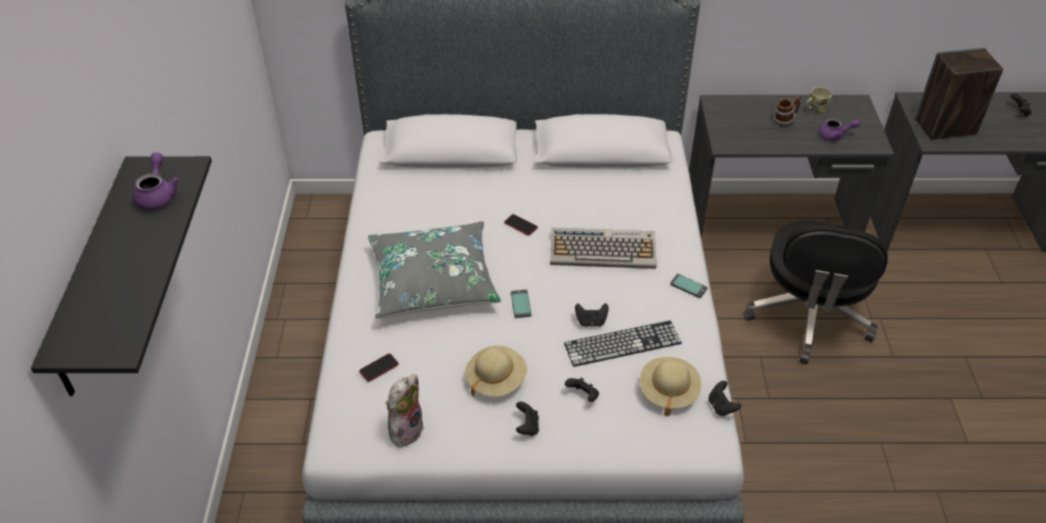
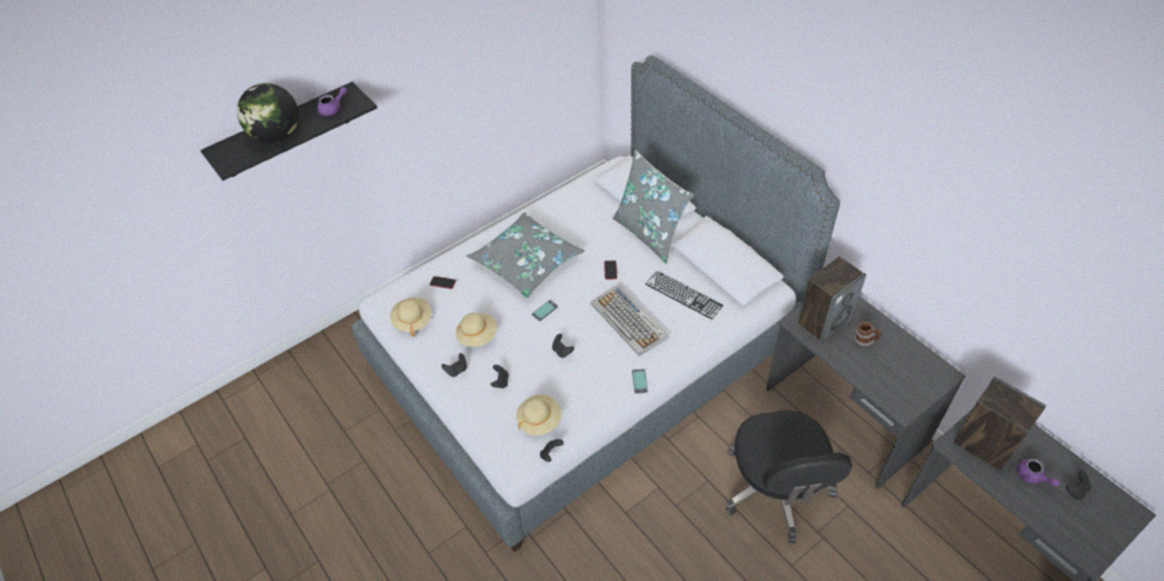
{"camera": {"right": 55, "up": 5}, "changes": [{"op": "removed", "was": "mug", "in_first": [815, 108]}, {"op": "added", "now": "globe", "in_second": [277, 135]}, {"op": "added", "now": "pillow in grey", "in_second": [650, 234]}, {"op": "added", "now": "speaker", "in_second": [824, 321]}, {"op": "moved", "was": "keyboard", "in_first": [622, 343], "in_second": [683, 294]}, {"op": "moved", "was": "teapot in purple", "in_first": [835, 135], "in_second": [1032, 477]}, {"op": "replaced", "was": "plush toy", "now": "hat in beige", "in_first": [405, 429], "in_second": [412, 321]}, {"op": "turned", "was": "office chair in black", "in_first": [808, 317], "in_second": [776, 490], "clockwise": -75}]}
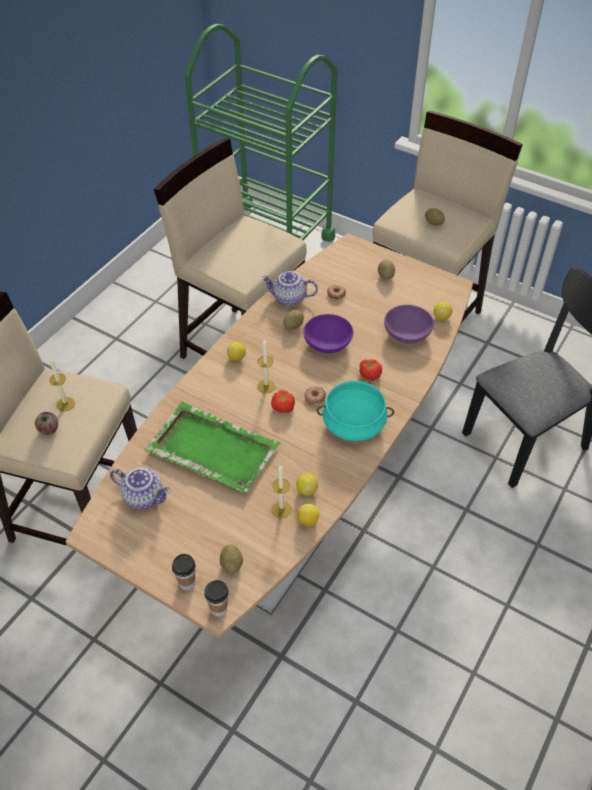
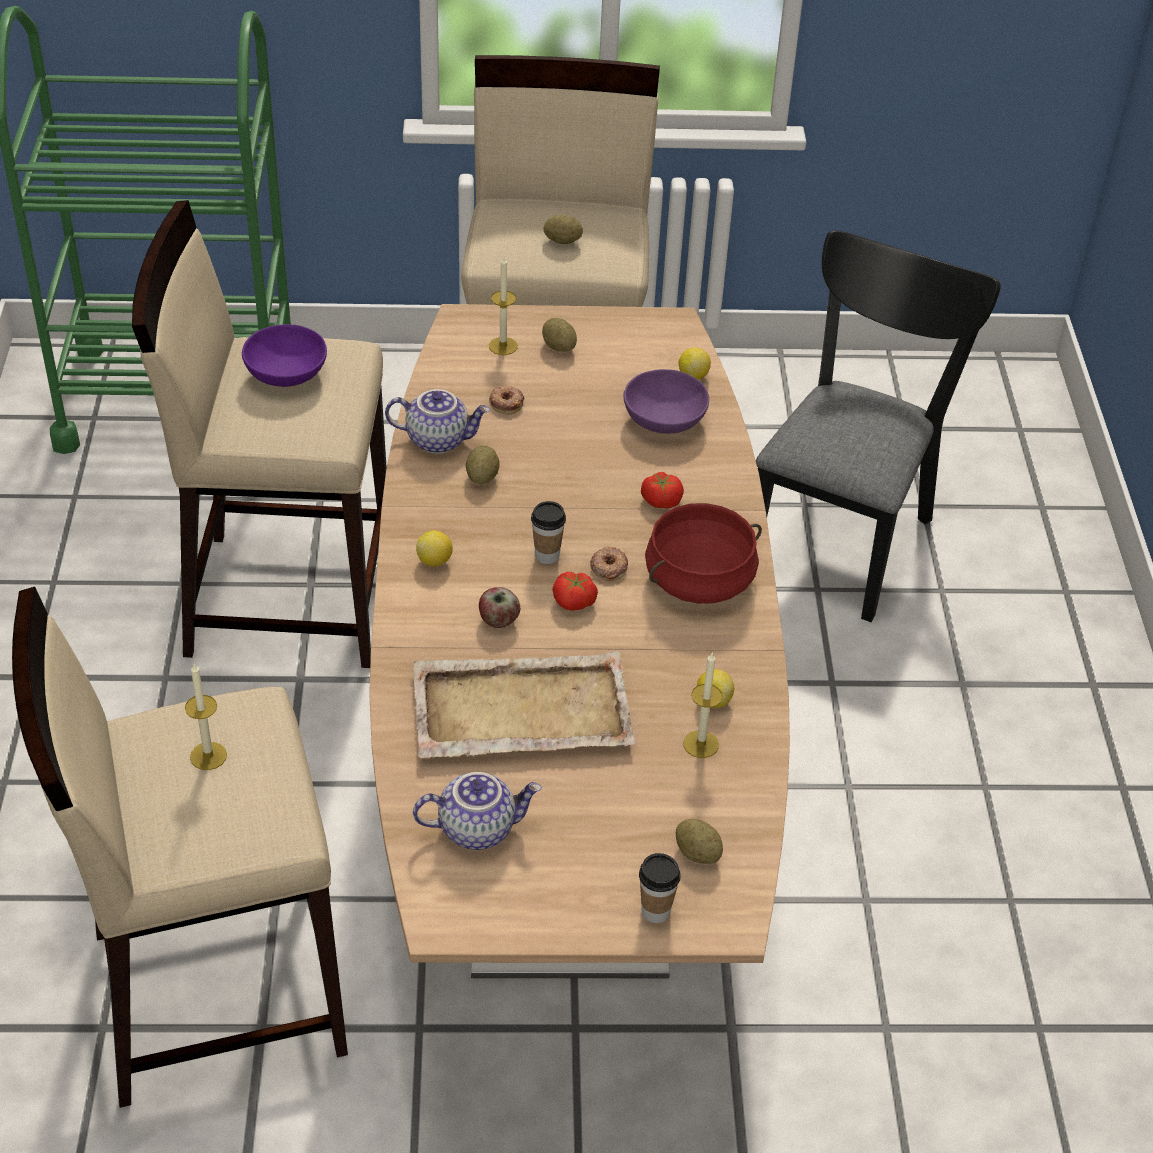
{"camera": {"right": -35, "up": -5}, "changes": [{"op": "removed", "was": "lemon", "in_first": [307, 520]}, {"op": "moved", "was": "apple", "in_first": [49, 430], "in_second": [498, 621]}, {"op": "moved", "was": "cup", "in_first": [219, 609], "in_second": [547, 555]}, {"op": "moved", "was": "candle", "in_first": [266, 386], "in_second": [503, 346]}, {"op": "moved", "was": "bowl in purple", "in_first": [328, 344], "in_second": [287, 374]}, {"op": "recoloured", "was": "tray in green", "now": "tray in beige", "in_first": [212, 449], "in_second": [519, 710]}, {"op": "recoloured", "was": "cooking pot in turquoise", "now": "cooking pot in red", "in_first": [353, 424], "in_second": [699, 580]}, {"op": "turned", "was": "teapot", "in_first": [289, 299], "in_second": [438, 439], "clockwise": -150}]}
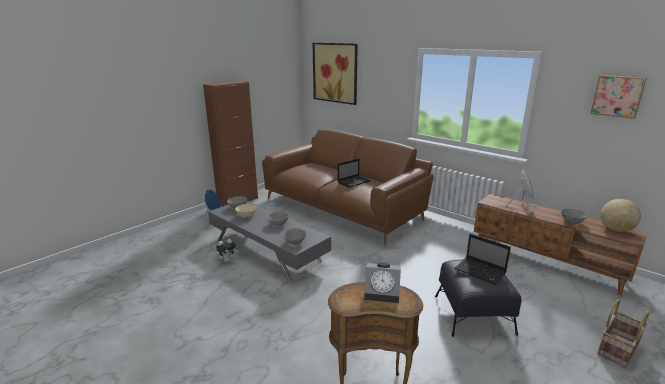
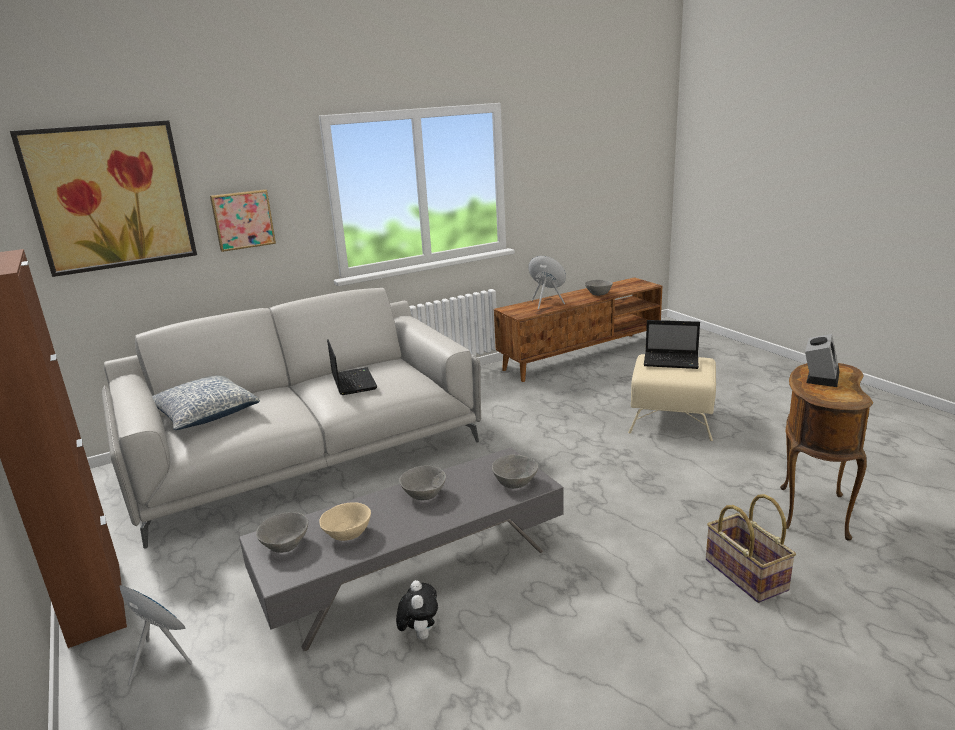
{"camera": {"right": -70, "up": 0}, "changes": [{"op": "removed", "was": "globe", "in_first": [615, 229]}, {"op": "added", "now": "pillow", "in_second": [203, 414]}, {"op": "moved", "was": "picture", "in_first": [617, 96], "in_second": [243, 219]}, {"op": "moved", "was": "basket", "in_first": [617, 348], "in_second": [744, 575]}, {"op": "recoloured", "was": "sofa in brown", "now": "sofa in grey", "in_first": [343, 208], "in_second": [308, 456]}, {"op": "recoloured", "was": "ottoman in black", "now": "ottoman in beige", "in_first": [473, 314], "in_second": [672, 419]}, {"op": "turned", "was": "laptop", "in_first": [481, 271], "in_second": [672, 361], "clockwise": 45}]}
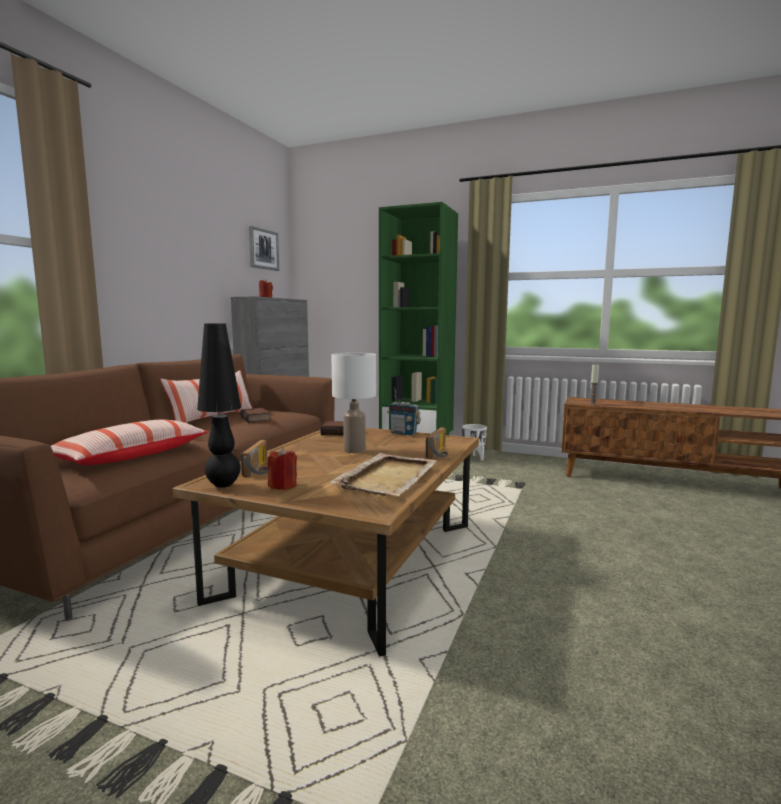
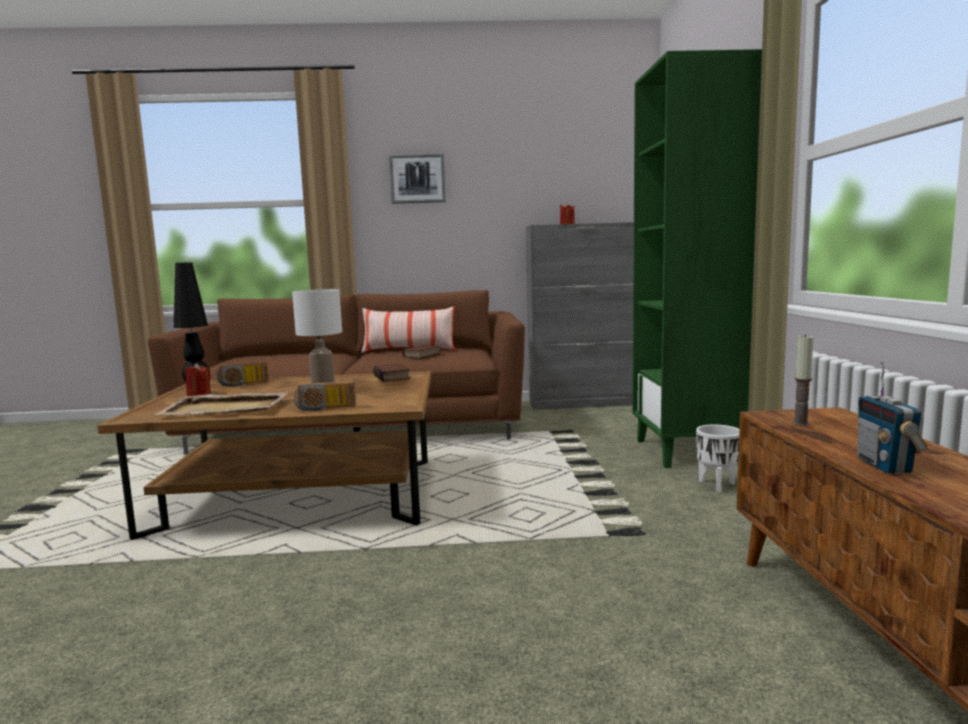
{"camera": {"right": 65, "up": 0}, "changes": [{"op": "removed", "was": "pillow", "in_first": [132, 455]}, {"op": "moved", "was": "picture", "in_first": [263, 249], "in_second": [417, 178]}, {"op": "moved", "was": "radio", "in_first": [403, 433], "in_second": [885, 466]}]}
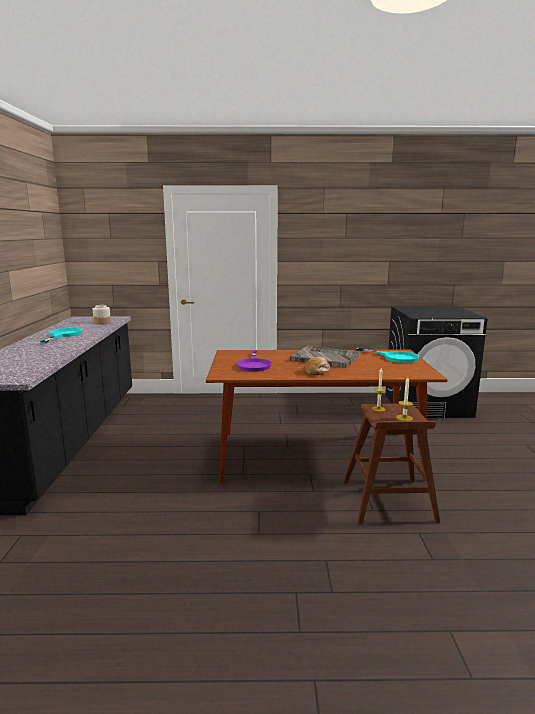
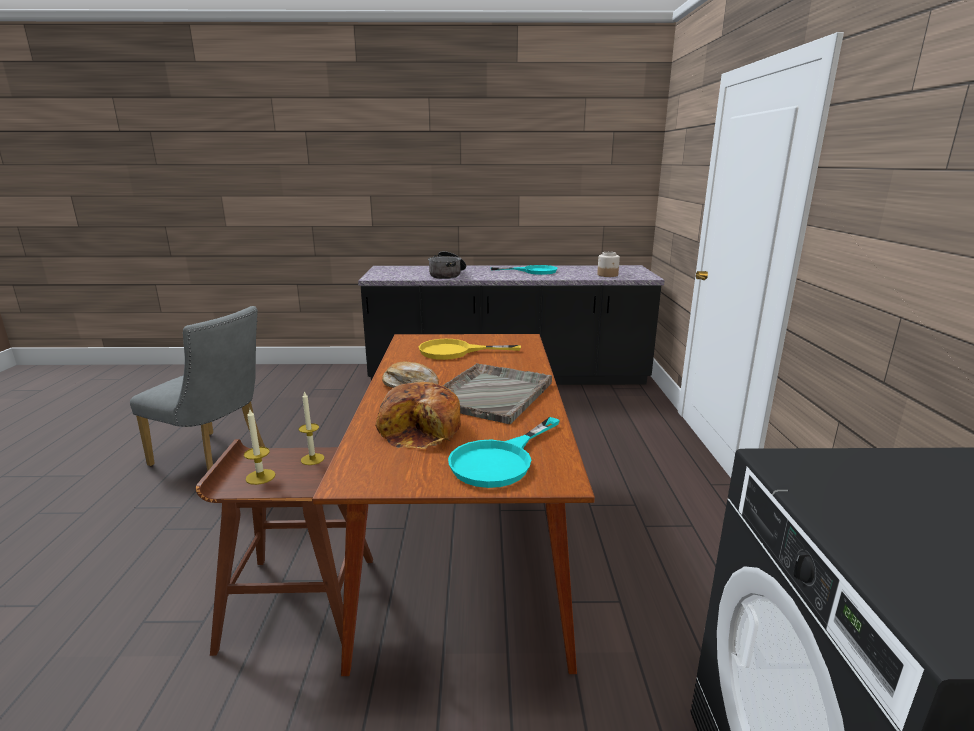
{"camera": {"right": 90, "up": 5}, "changes": [{"op": "added", "now": "chair in grey", "in_second": [215, 458]}, {"op": "added", "now": "bread", "in_second": [422, 430]}, {"op": "added", "now": "cooking pot", "in_second": [447, 274]}, {"op": "recoloured", "was": "frying pan in purple", "now": "frying pan in yellow", "in_first": [254, 364], "in_second": [455, 351]}]}
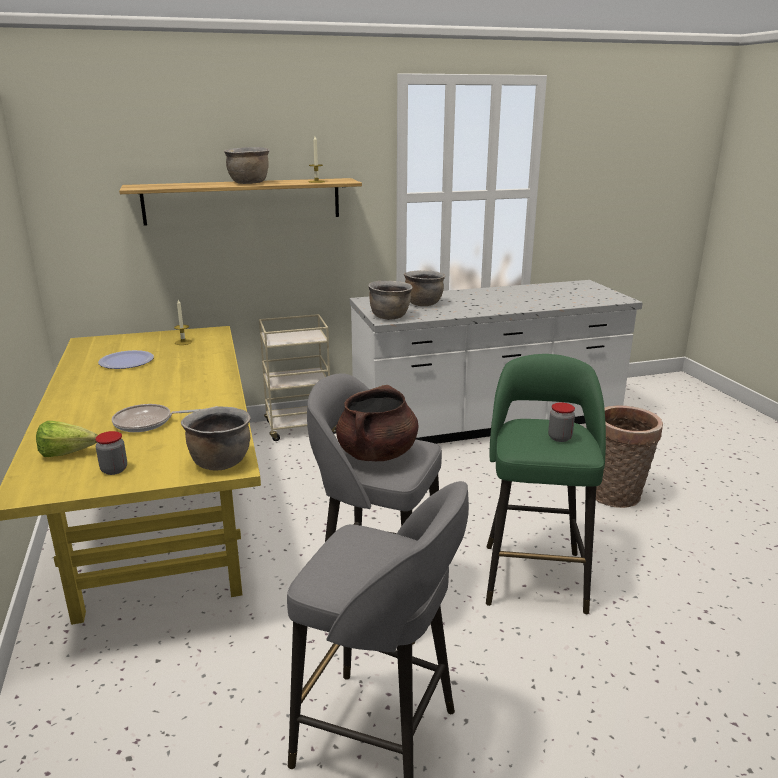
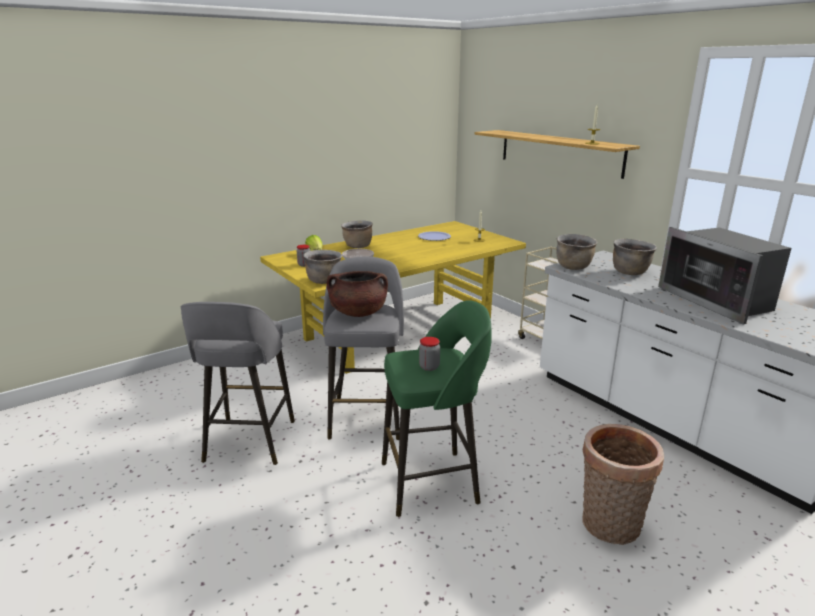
{"camera": {"right": 70, "up": 0}, "changes": [{"op": "added", "now": "microwave", "in_second": [718, 300]}, {"op": "moved", "was": "cooking pot in brown", "in_first": [249, 183], "in_second": [357, 246]}]}
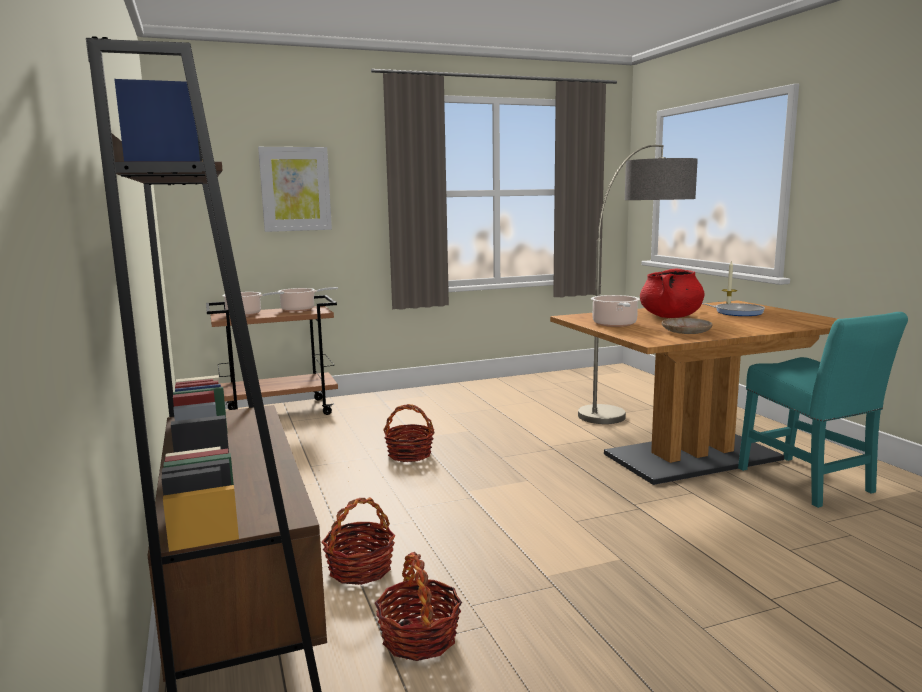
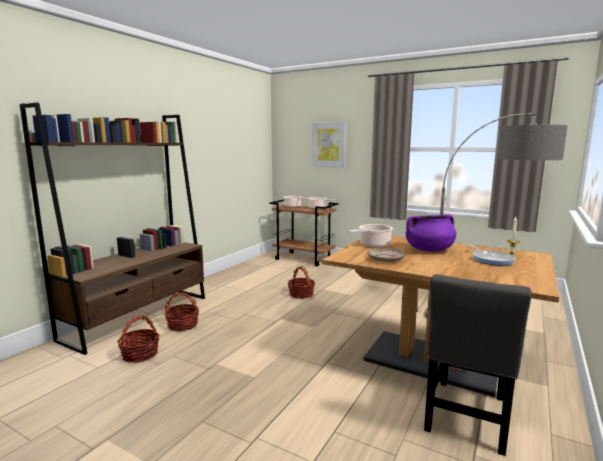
{"camera": {"right": 50, "up": 0}, "changes": [{"op": "recoloured", "was": "cooking pot in red", "now": "cooking pot in purple", "in_first": [670, 317], "in_second": [429, 250]}, {"op": "recoloured", "was": "chair in turquoise", "now": "chair in grey", "in_first": [808, 483], "in_second": [466, 417]}]}
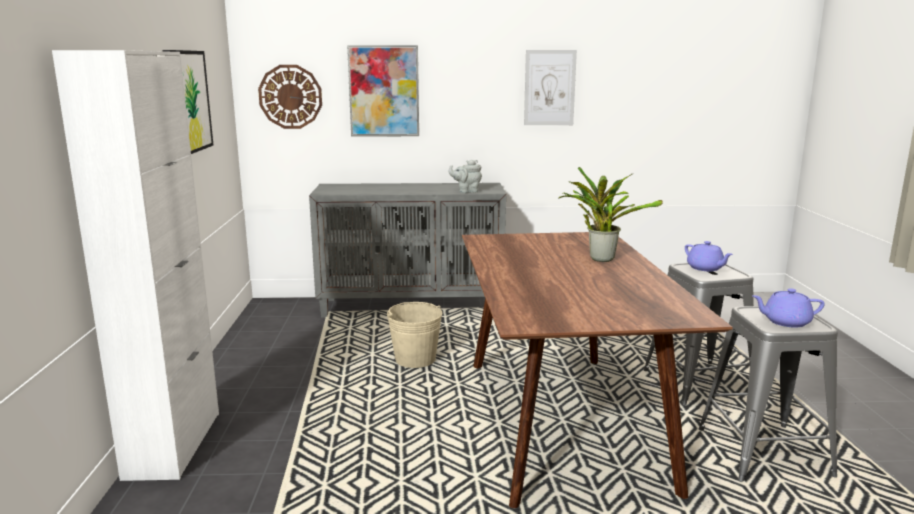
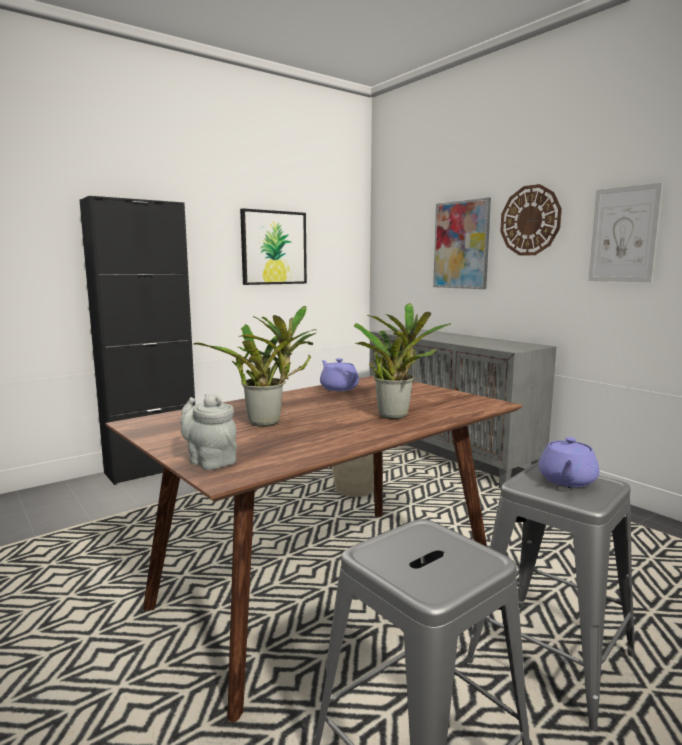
{"camera": {"right": 55, "up": -5}, "changes": [{"op": "added", "now": "potted plant", "in_second": [269, 422]}, {"op": "moved", "was": "wall clock", "in_first": [290, 97], "in_second": [530, 220]}, {"op": "moved", "was": "teapot in grey", "in_first": [466, 191], "in_second": [210, 461]}, {"op": "moved", "was": "teapot in purple", "in_first": [785, 322], "in_second": [338, 388]}, {"op": "recoloured", "was": "cabinet in white", "now": "cabinet in black", "in_first": [173, 444], "in_second": [152, 469]}]}
